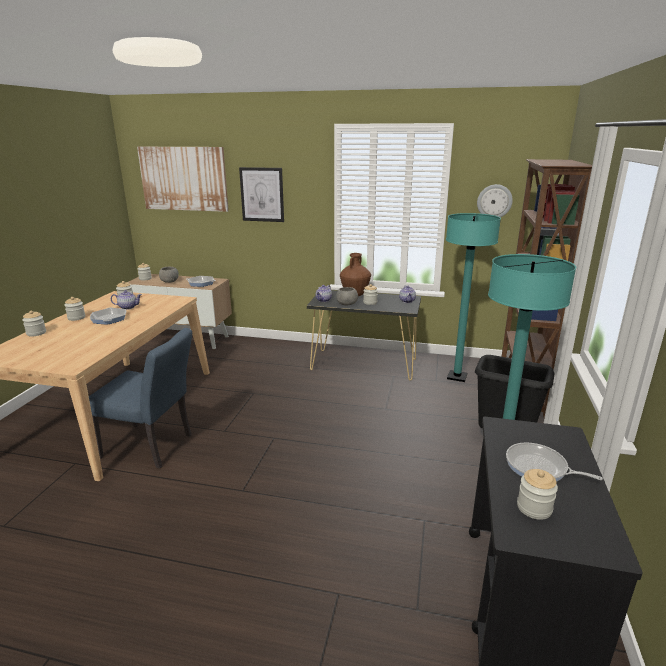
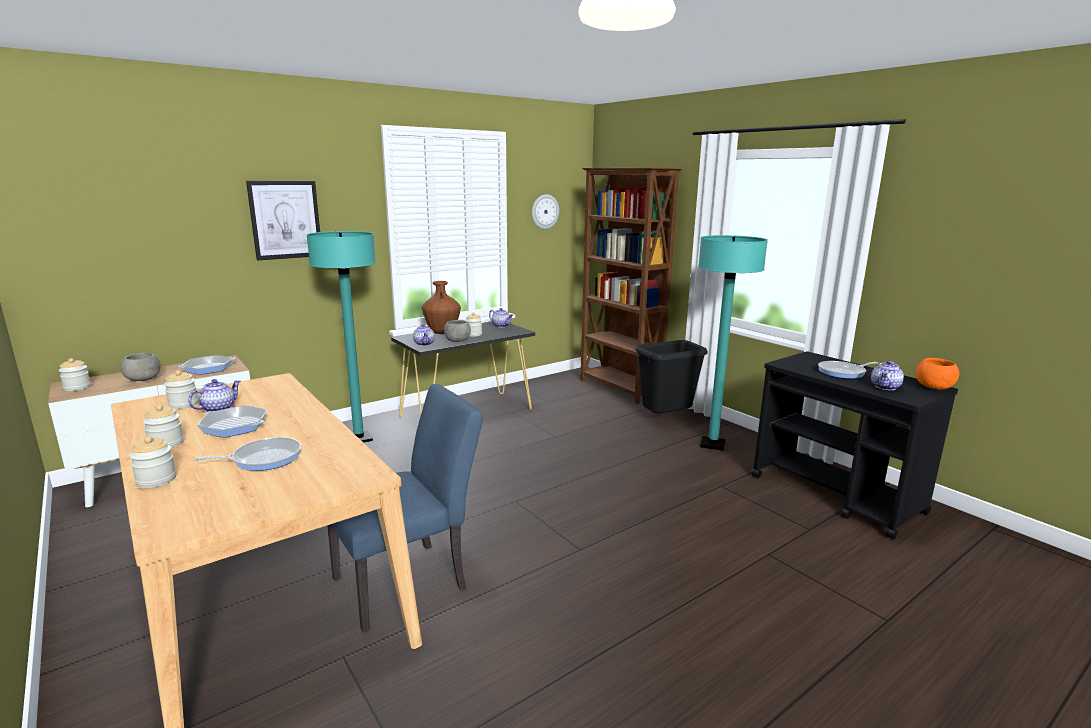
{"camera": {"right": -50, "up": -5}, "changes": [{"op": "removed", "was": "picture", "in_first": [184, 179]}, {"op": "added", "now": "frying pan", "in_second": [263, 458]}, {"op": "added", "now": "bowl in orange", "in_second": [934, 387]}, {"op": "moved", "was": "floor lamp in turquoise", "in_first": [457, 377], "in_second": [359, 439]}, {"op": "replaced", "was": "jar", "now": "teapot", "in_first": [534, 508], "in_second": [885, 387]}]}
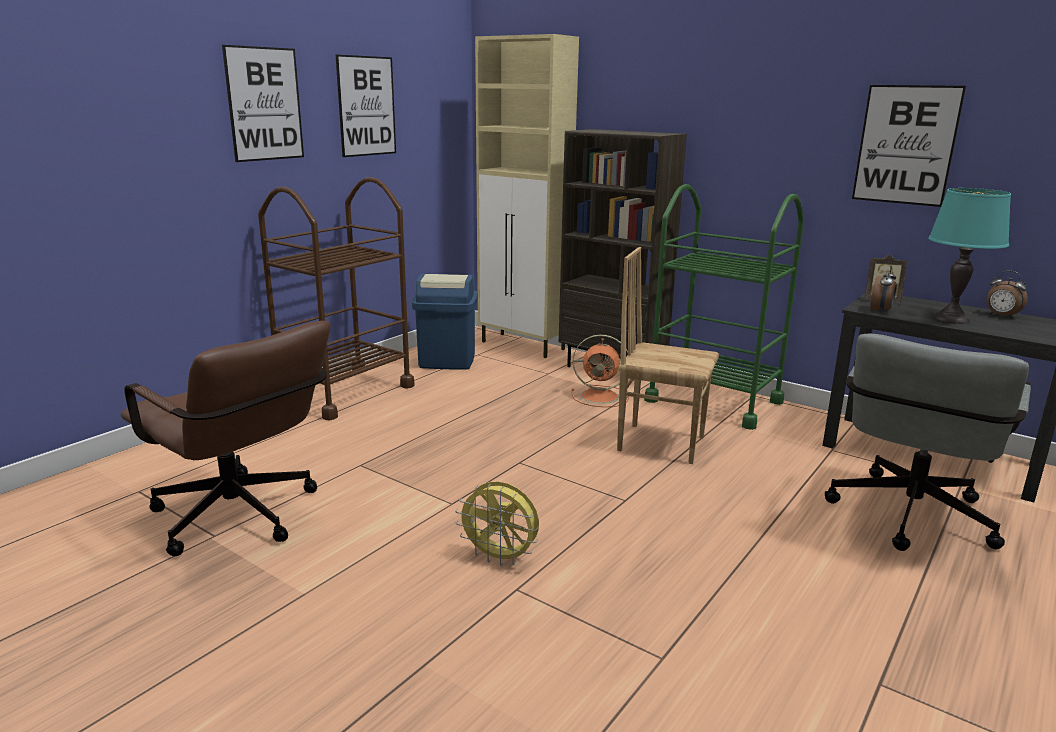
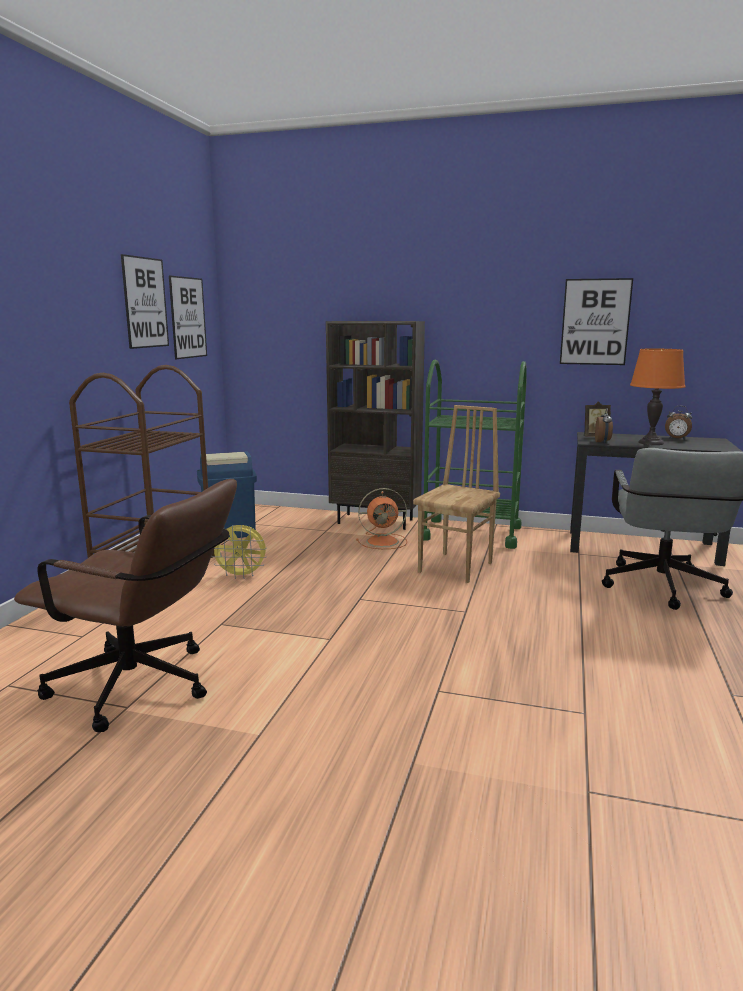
{"camera": {"right": -20, "up": -5}, "changes": [{"op": "removed", "was": "cabinet in beige", "in_first": [523, 346]}, {"op": "moved", "was": "picture", "in_first": [264, 104], "in_second": [188, 318]}, {"op": "moved", "was": "fan in yellow", "in_first": [500, 557], "in_second": [241, 576]}, {"op": "recoloured", "was": "table lamp in turquoise", "now": "table lamp in orange", "in_first": [951, 319], "in_second": [651, 443]}, {"op": "turned", "was": "chair in brown", "in_first": [660, 443], "in_second": [457, 567], "clockwise": 120}]}
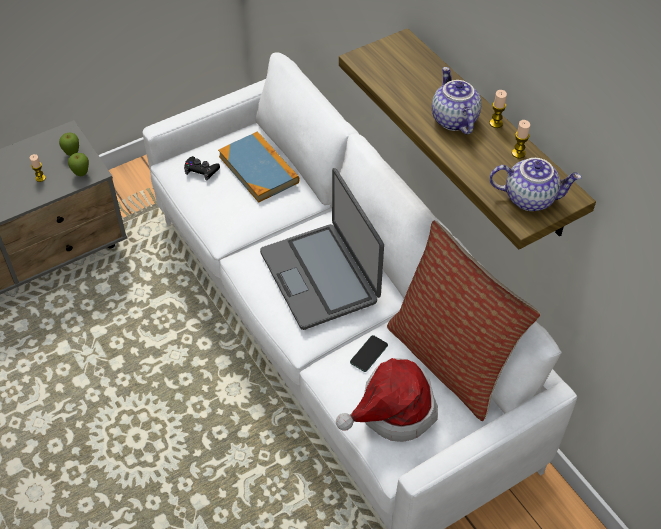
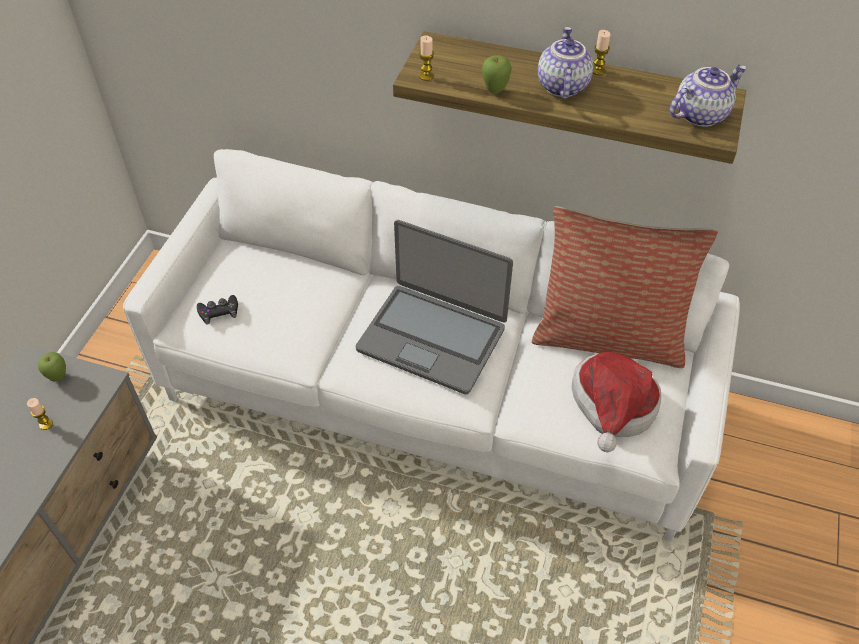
{"camera": {"right": -40, "up": 0}, "changes": [{"op": "removed", "was": "book", "in_first": [258, 169]}, {"op": "removed", "was": "phone", "in_first": [369, 354]}, {"op": "moved", "was": "apple", "in_first": [81, 174], "in_second": [495, 91]}, {"op": "moved", "was": "candle", "in_first": [518, 153], "in_second": [426, 76]}, {"op": "turned", "was": "teapot", "in_first": [453, 120], "in_second": [561, 86], "clockwise": 60}]}
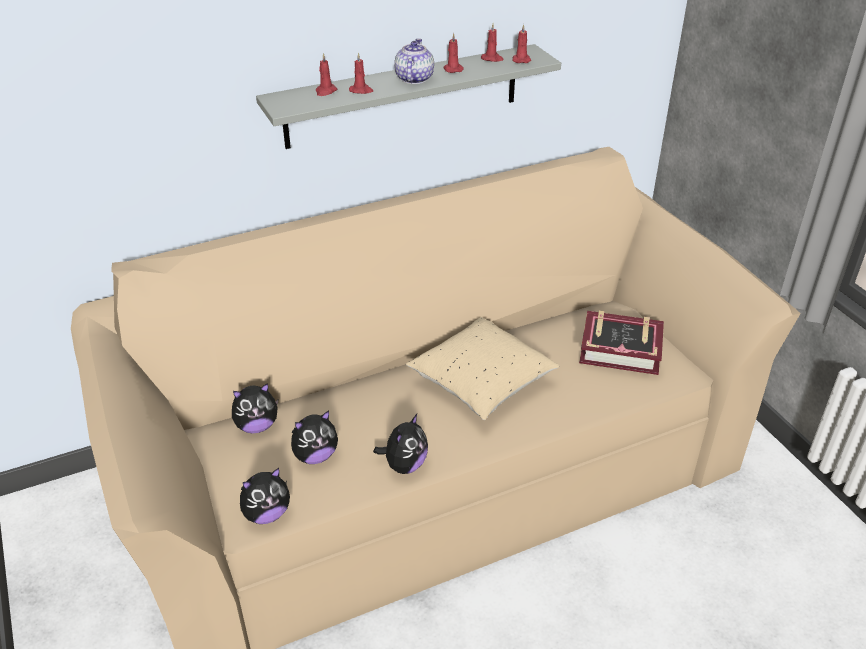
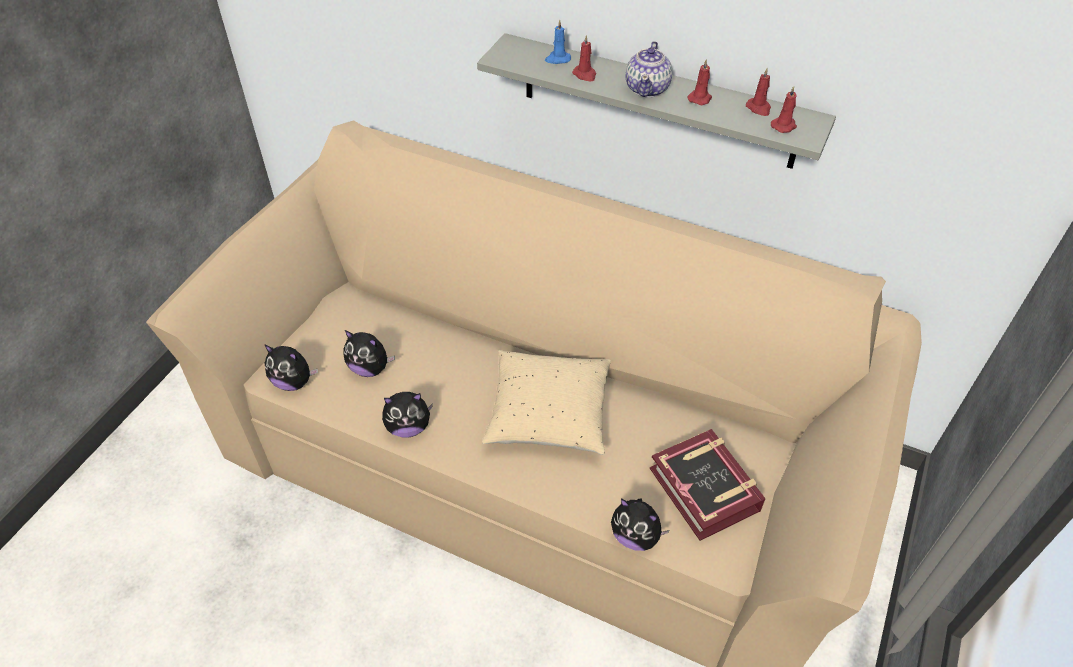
{"camera": {"right": 50, "up": 10}, "changes": [{"op": "moved", "was": "plush toy", "in_first": [257, 426], "in_second": [635, 536]}, {"op": "recoloured", "was": "candle in red", "now": "candle in blue", "in_first": [325, 91], "in_second": [557, 59]}, {"op": "turned", "was": "teapot", "in_first": [413, 79], "in_second": [647, 88], "clockwise": 135}]}
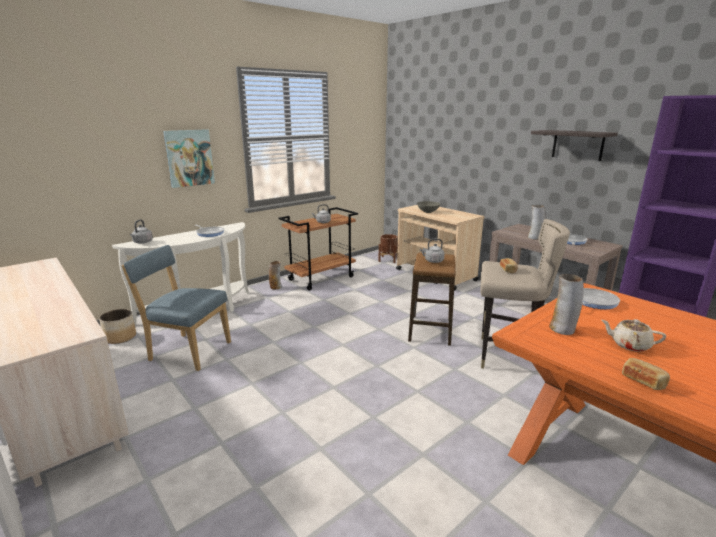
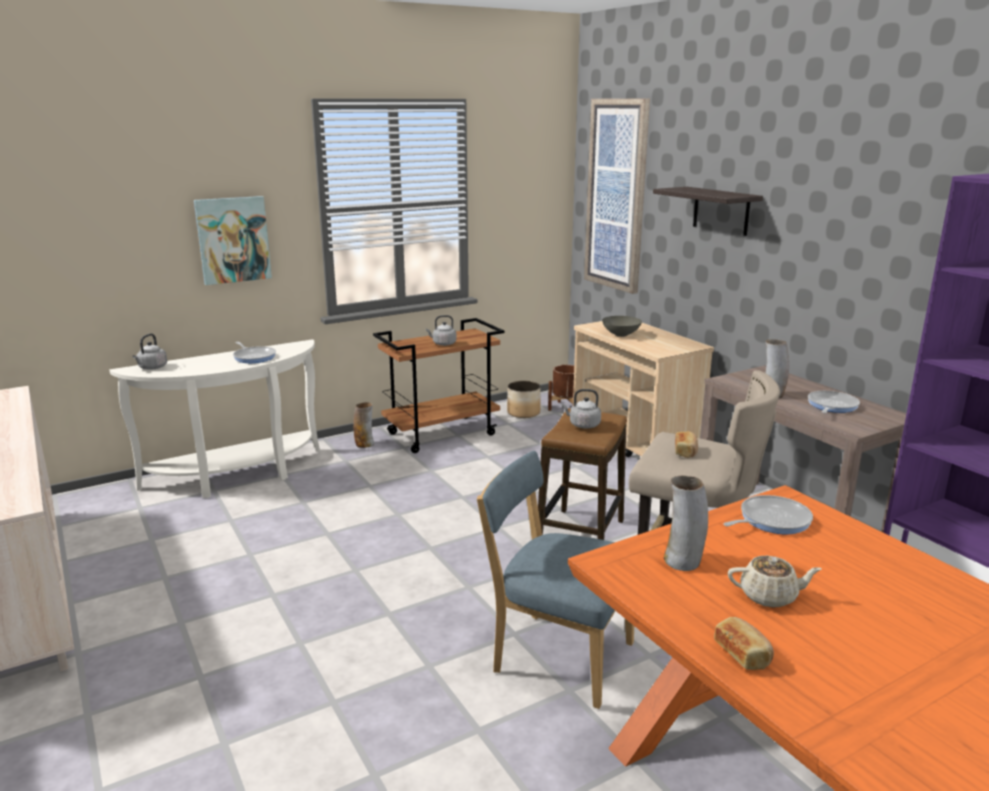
{"camera": {"right": 10, "up": 0}, "changes": [{"op": "added", "now": "picture", "in_second": [616, 195]}, {"op": "moved", "was": "planter", "in_first": [121, 337], "in_second": [524, 412]}, {"op": "moved", "was": "chair in blue", "in_first": [187, 351], "in_second": [557, 655]}, {"op": "moved", "was": "shelf", "in_first": [577, 145], "in_second": [721, 211]}, {"op": "turned", "was": "teapot in beige", "in_first": [629, 345], "in_second": [769, 596], "clockwise": 150}]}
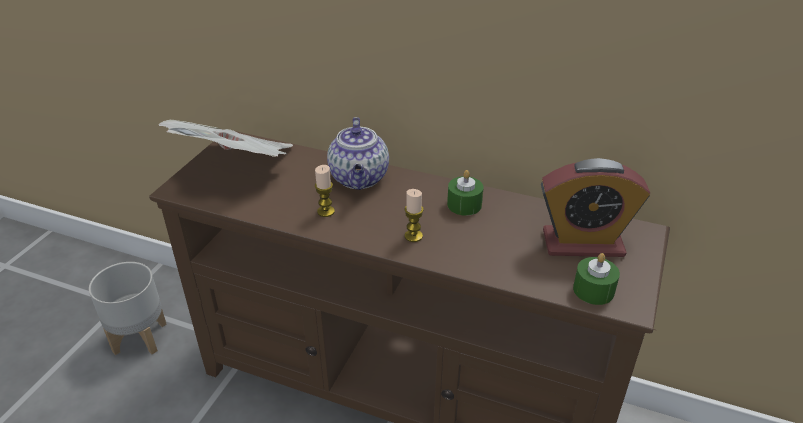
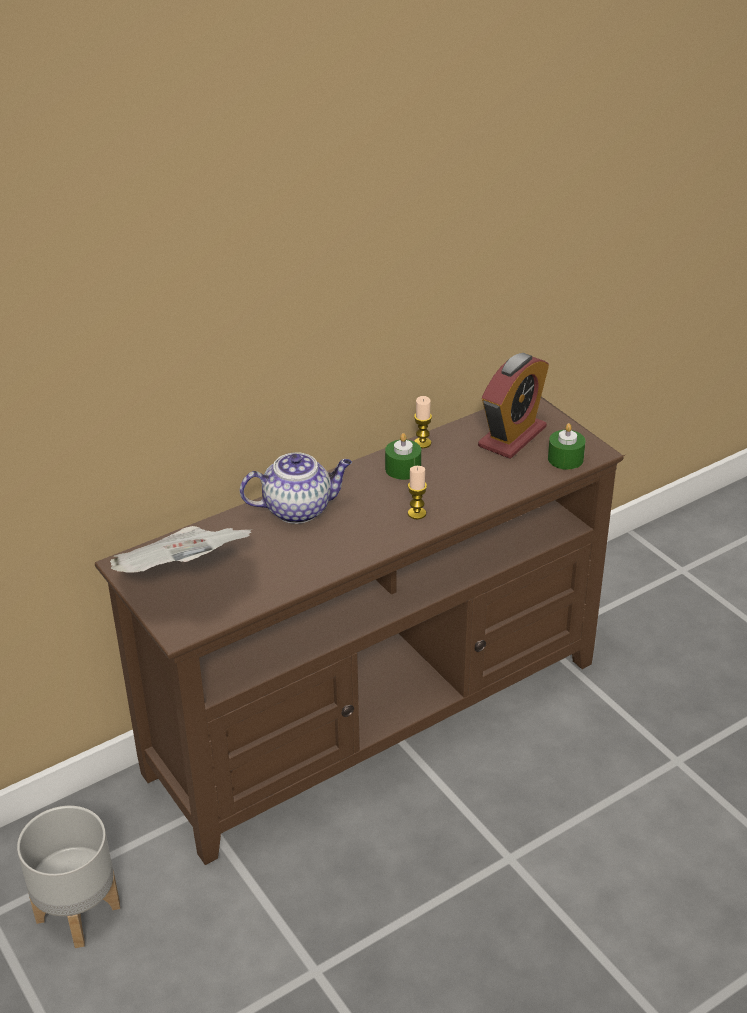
{"camera": {"right": -55, "up": 0}, "changes": [{"op": "moved", "was": "candle", "in_first": [326, 211], "in_second": [422, 443]}, {"op": "turned", "was": "teapot", "in_first": [360, 179], "in_second": [299, 509], "clockwise": -45}]}
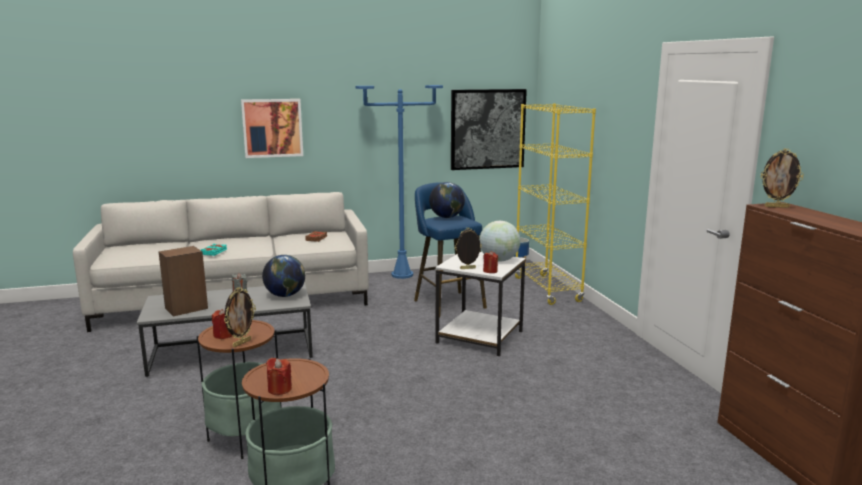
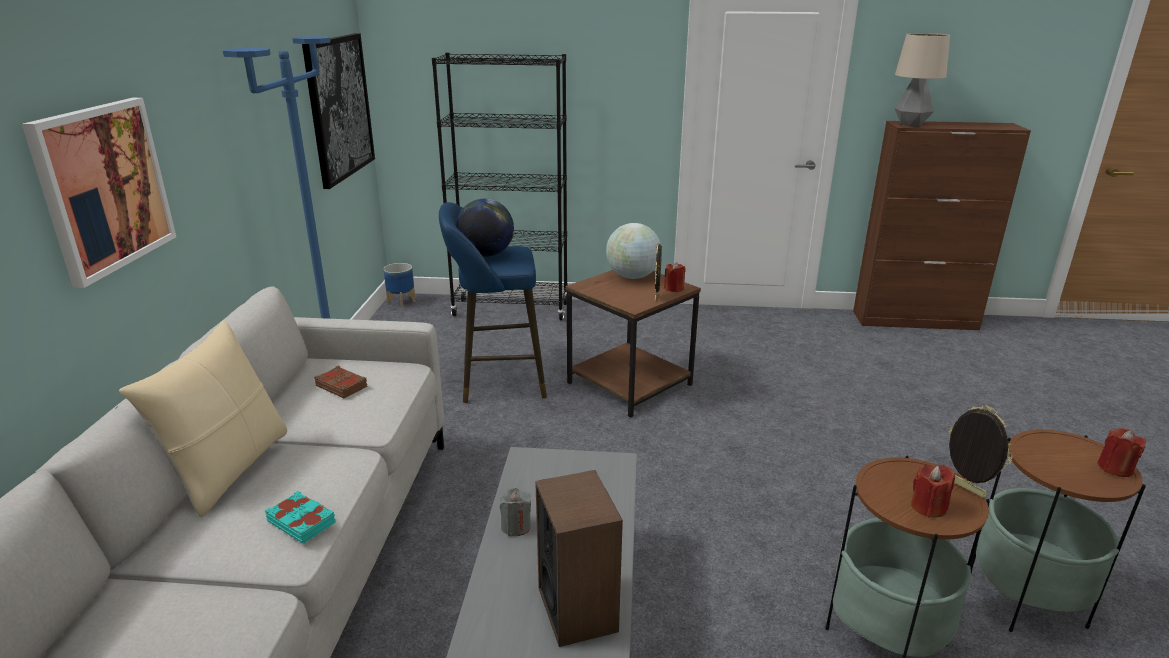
{"camera": {"right": -70, "up": 10}, "changes": [{"op": "removed", "was": "globe", "in_first": [285, 295]}, {"op": "added", "now": "pillow in beige", "in_second": [228, 469]}, {"op": "replaced", "was": "picture frame", "now": "table lamp", "in_first": [776, 207], "in_second": [910, 124]}, {"op": "recoloured", "was": "side table in white", "now": "side table in brown", "in_first": [481, 336], "in_second": [629, 383]}, {"op": "recoloured", "was": "bookcase in yellow", "now": "bookcase in black", "in_first": [547, 289], "in_second": [511, 310]}]}
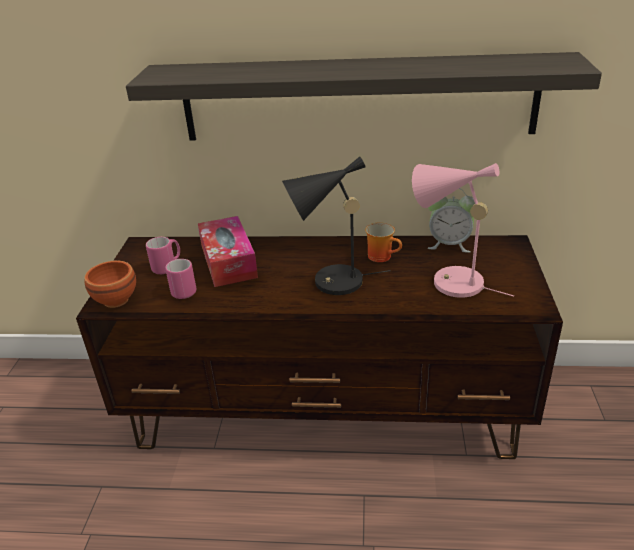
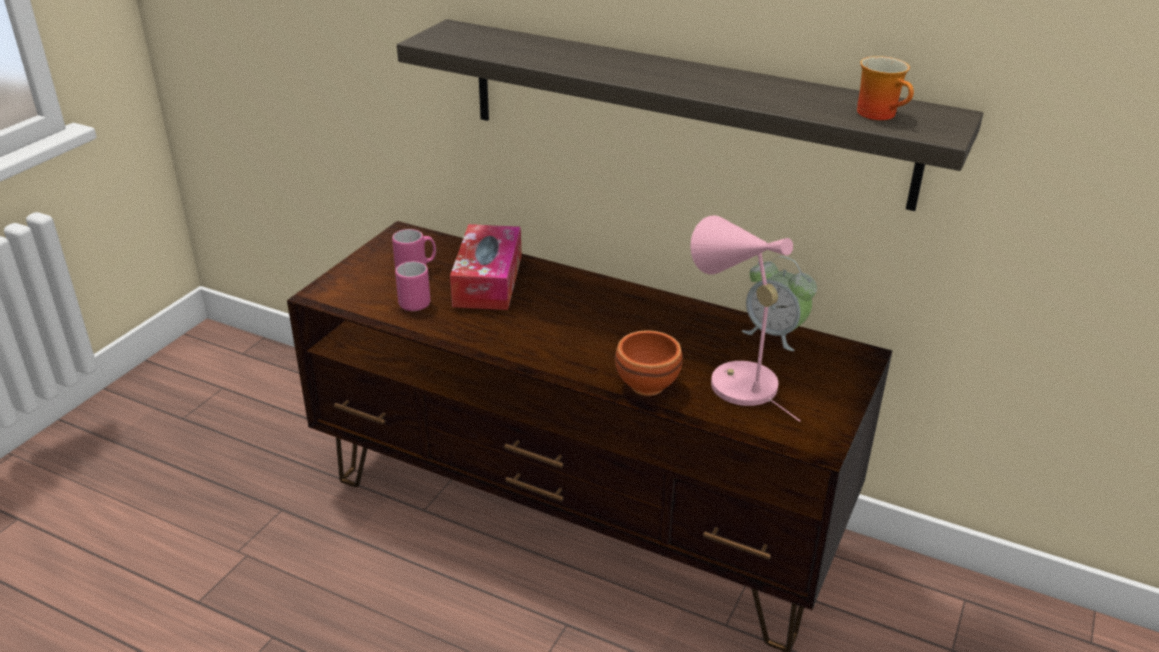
{"camera": {"right": 20, "up": 0}, "changes": [{"op": "removed", "was": "table lamp in black", "in_first": [331, 283]}, {"op": "moved", "was": "bowl in brown", "in_first": [116, 301], "in_second": [647, 387]}, {"op": "moved", "was": "mug", "in_first": [383, 256], "in_second": [881, 114]}]}
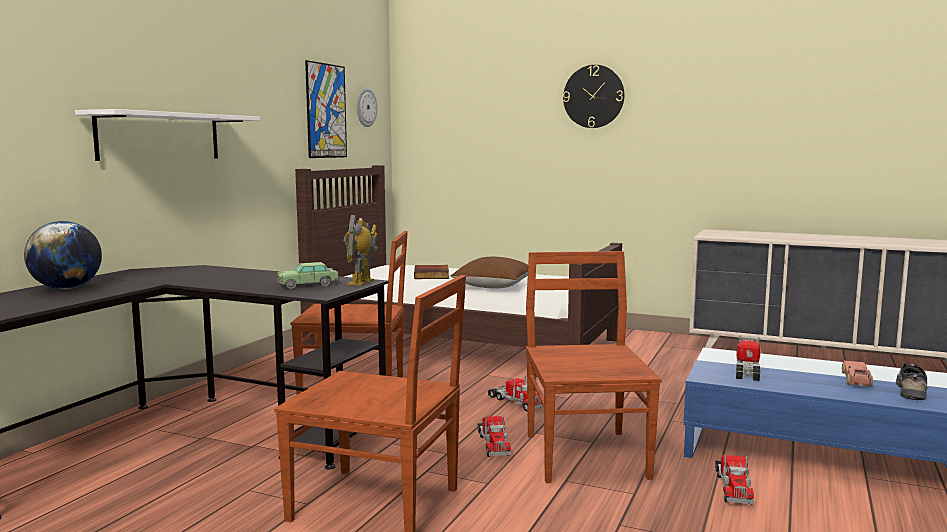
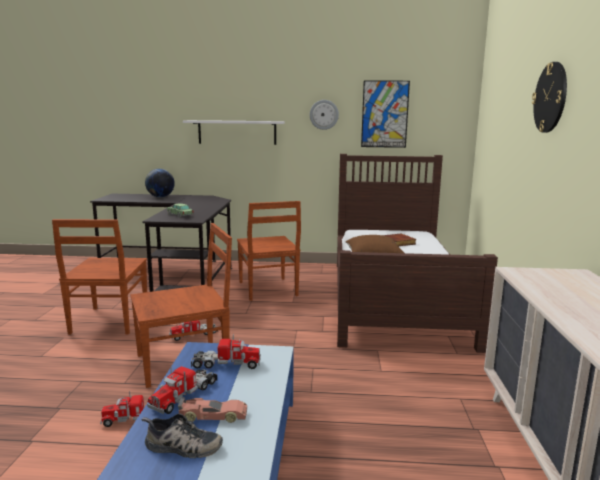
{"camera": {"right": 70, "up": 5}, "changes": [{"op": "removed", "was": "toy robot", "in_first": [361, 282]}, {"op": "moved", "was": "wall clock", "in_first": [365, 107], "in_second": [324, 114]}, {"op": "moved", "was": "toy truck", "in_first": [515, 402], "in_second": [184, 395]}]}
